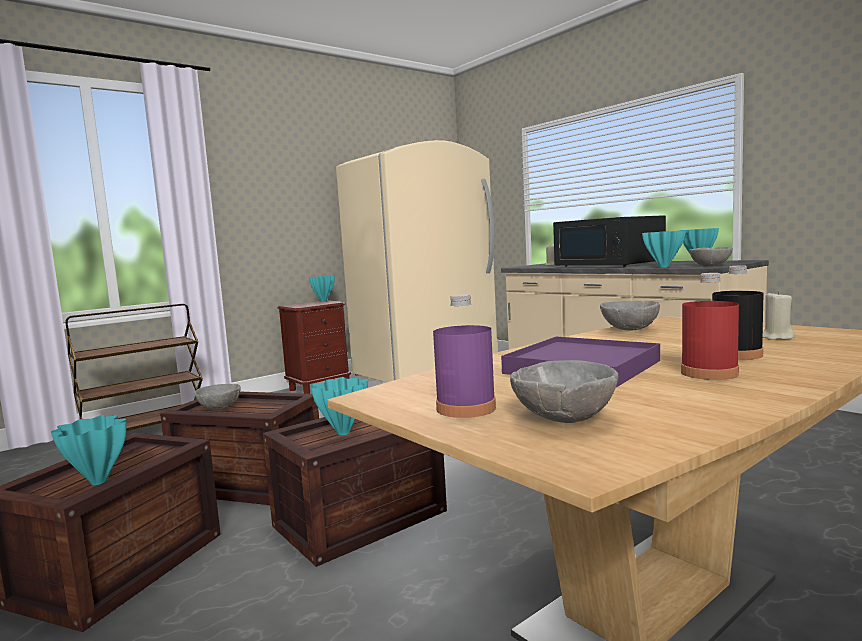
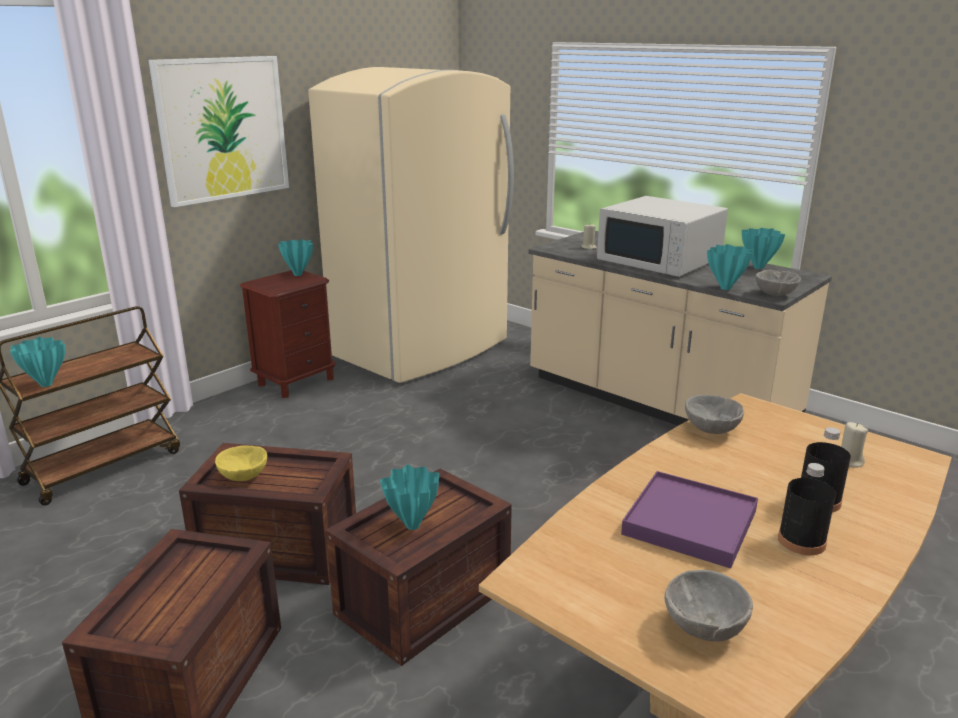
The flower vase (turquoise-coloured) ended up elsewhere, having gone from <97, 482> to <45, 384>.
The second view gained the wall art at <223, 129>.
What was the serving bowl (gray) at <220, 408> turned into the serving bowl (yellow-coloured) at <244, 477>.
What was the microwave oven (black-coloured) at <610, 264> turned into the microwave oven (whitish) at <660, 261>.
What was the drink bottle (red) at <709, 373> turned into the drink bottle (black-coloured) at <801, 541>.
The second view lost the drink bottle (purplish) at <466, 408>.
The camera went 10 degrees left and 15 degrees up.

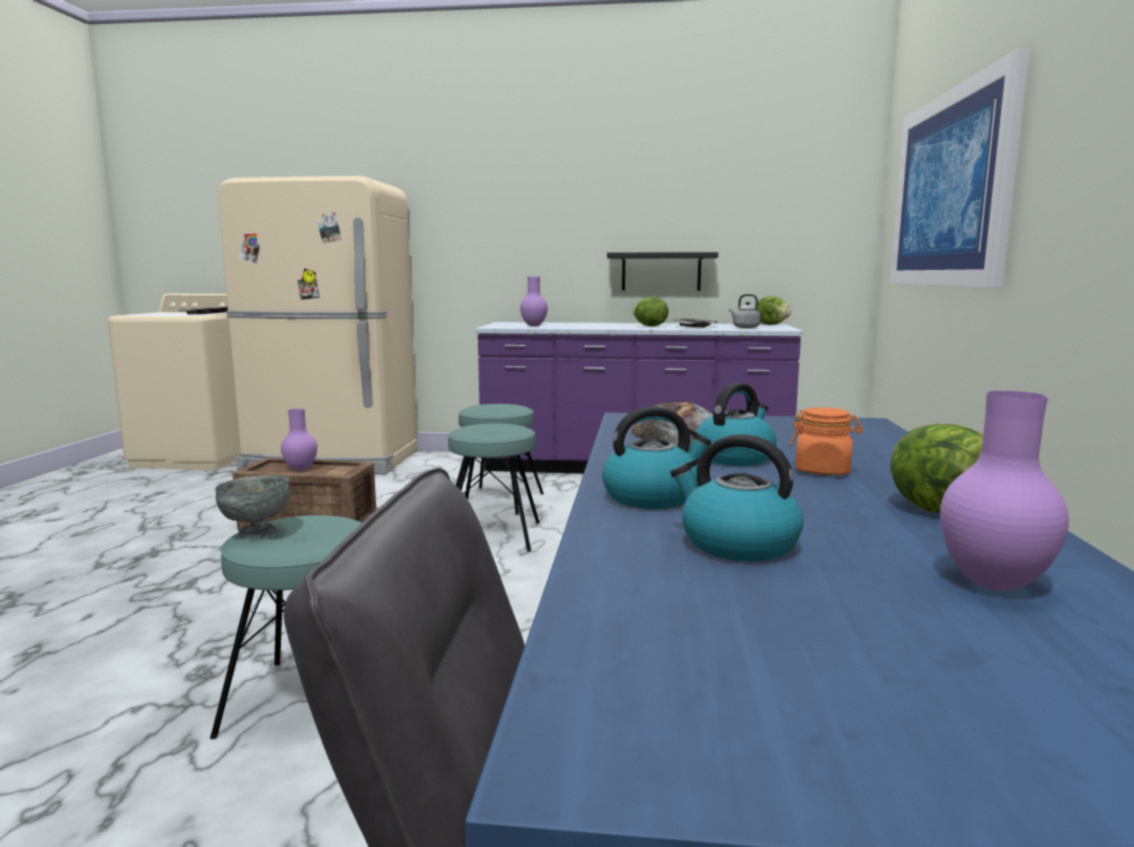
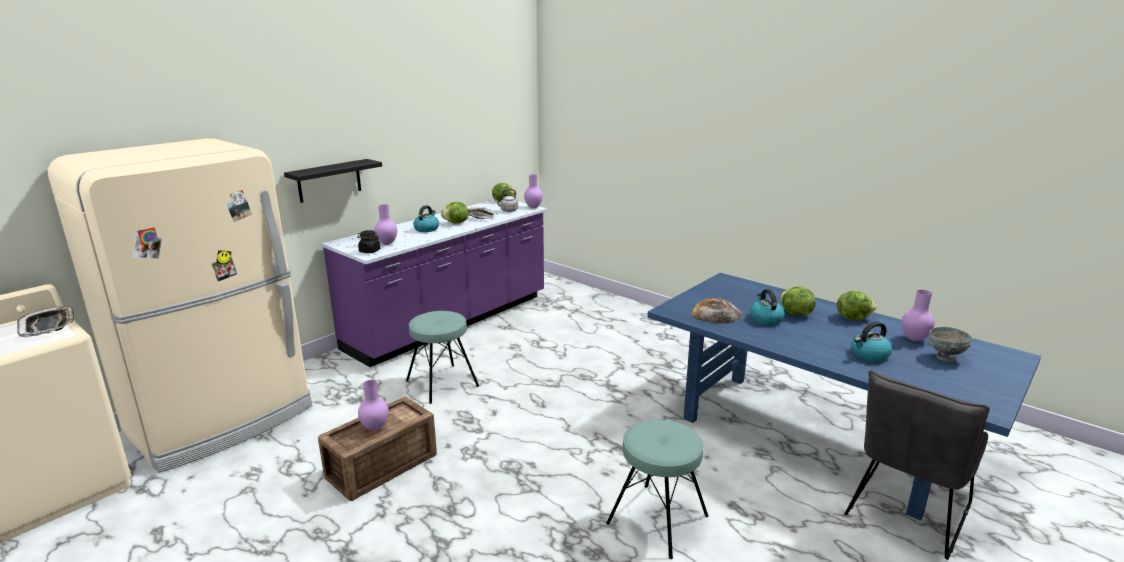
The shelf (black-coloured) ended up elsewhere, having gone from <661, 271> to <329, 180>.
The second view gained the jar (black-coloured) at <369, 251>.
The kettle ended up elsewhere, having gone from <652, 497> to <426, 229>.
The second view gained the flower vase (purplish) at <533, 207>.
Where the jar (orange-coloured) stood at <823, 470>, the head of lettuce came to stand at <795, 314>.
The serving bowl (gray) ended up elsewhere, having gone from <256, 533> to <945, 358>.
The second view lost the stool seat (turquoise-coloured) at <494, 535>.
The second view lost the wall art at <951, 190>.
The camera went 55 degrees left and 10 degrees up.

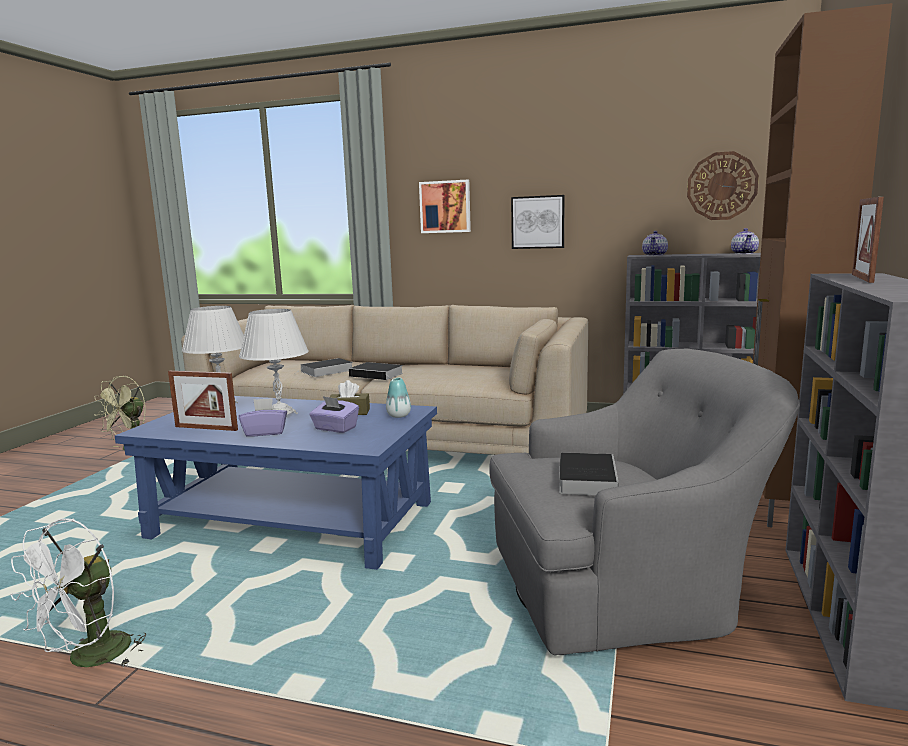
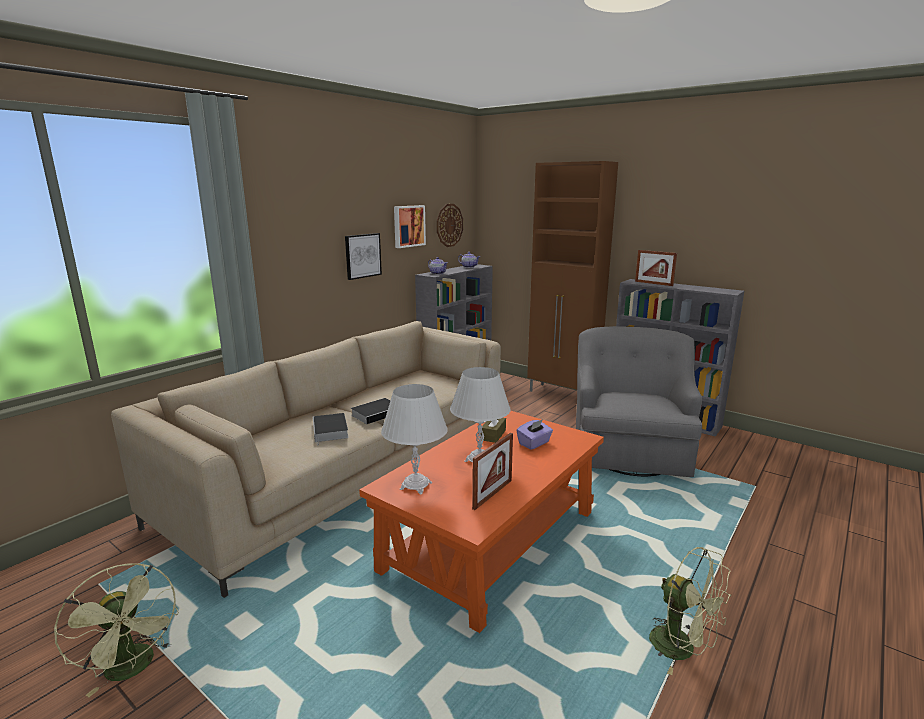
What was the low table (blue) at <294, 520> turned into the low table (orange-coloured) at <491, 540>.
The wall art ended up elsewhere, having gone from <445, 207> to <408, 226>.
What was the fan (whitish) at <90, 659> turned into the fan (green-coloured) at <682, 648>.
The second view lost the box of tissues (purplish) at <265, 432>.
The second view lost the flower vase at <398, 415>.
The second view lost the volume at <586, 478>.
The camera went 70 degrees left and 5 degrees up.

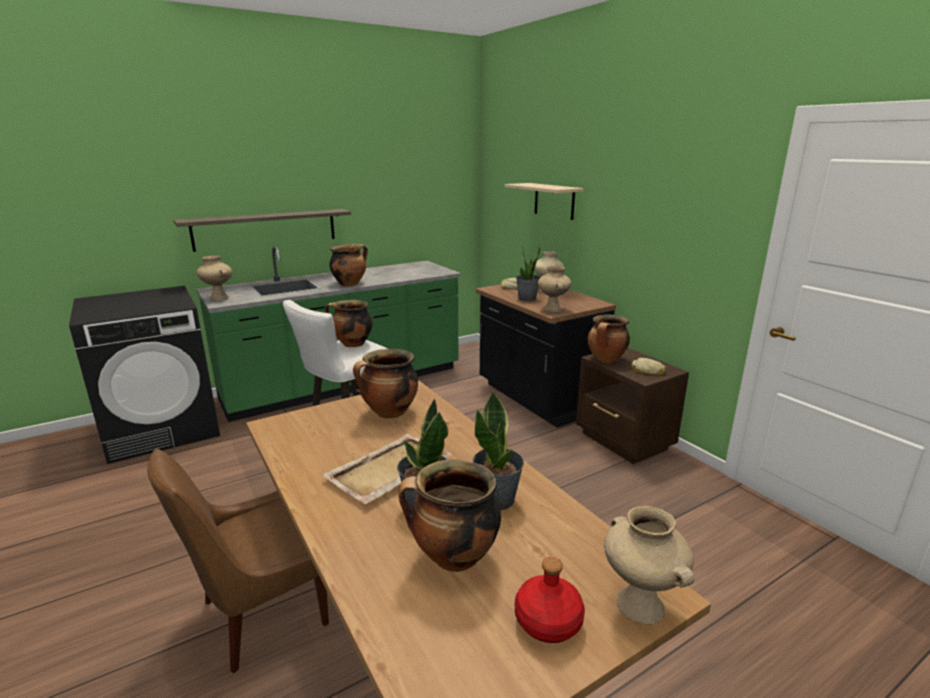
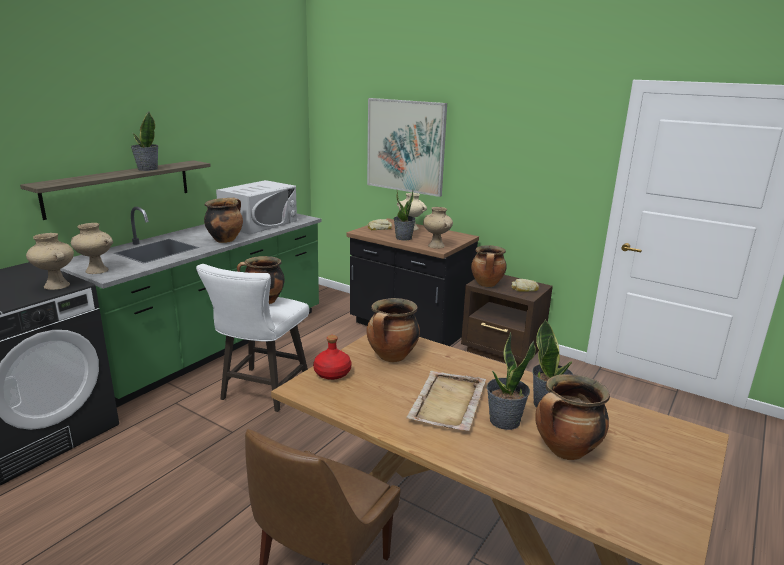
The flower vase (sand-coloured) ended up elsewhere, having gone from <638, 605> to <56, 285>.
The second view gained the plant in a pot at <147, 169>.
The second view gained the microwave oven (whitish) at <259, 223>.
The drink bottle (red) ended up elsewhere, having gone from <547, 621> to <332, 373>.
Where the shelf (sand-coloured) hung at <554, 201>, the wall art came to hang at <405, 146>.
The camera went 25 degrees left and 0 degrees up.

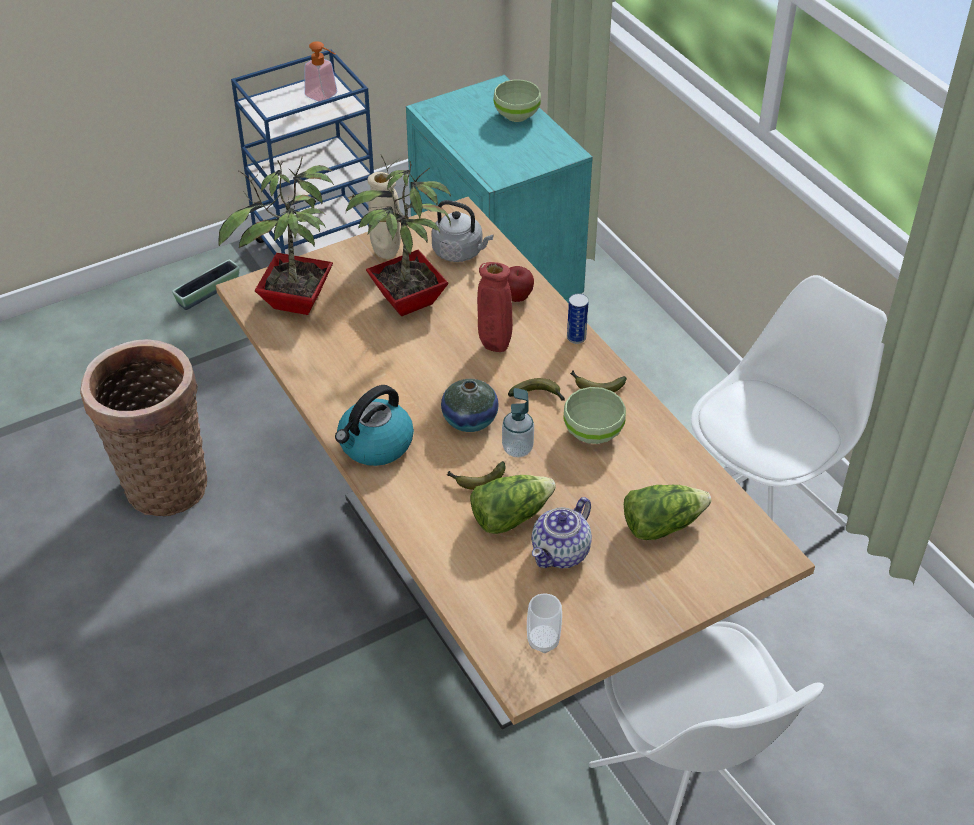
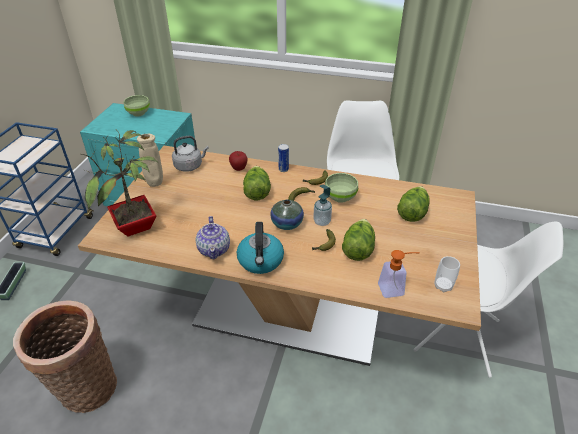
The teapot ended up elsewhere, having gone from <561, 552> to <214, 249>.
Where the flower vase (red) stood at <494, 347>, the head of lettuce came to stand at <256, 191>.
The soap bottle ended up elsewhere, having gone from <325, 97> to <395, 289>.
The second view lost the plant in a pot at <405, 302>.
The camera went 45 degrees left and 5 degrees down.

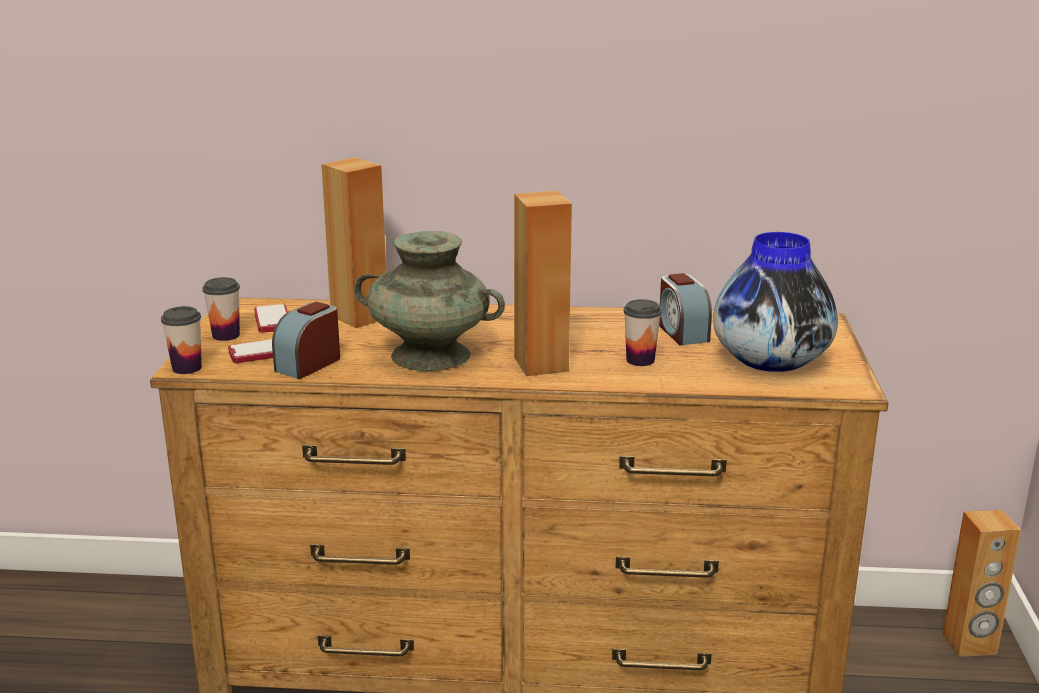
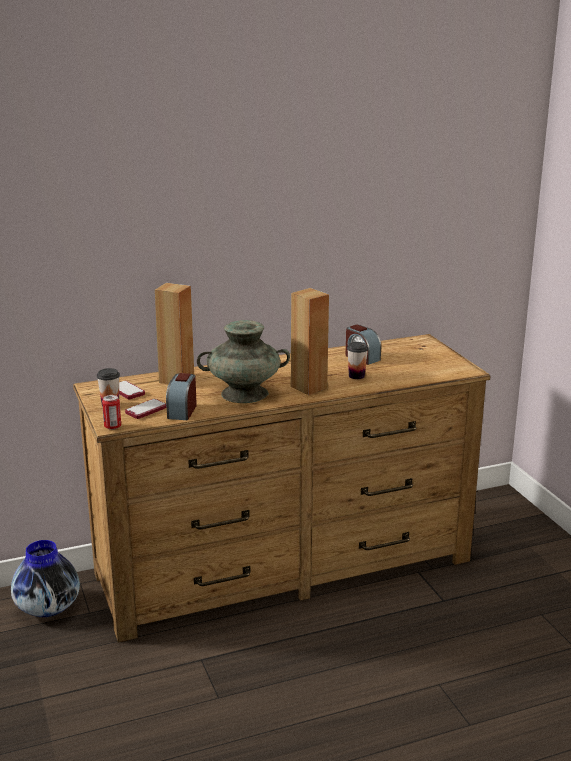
The flower vase ended up elsewhere, having gone from <770, 362> to <47, 608>.
Where the cup stood at <187, 368>, the can came to stand at <112, 427>.
The second view lost the audio speaker (brown-coloured) at <969, 644>.
The camera went 25 degrees left and 0 degrees up.

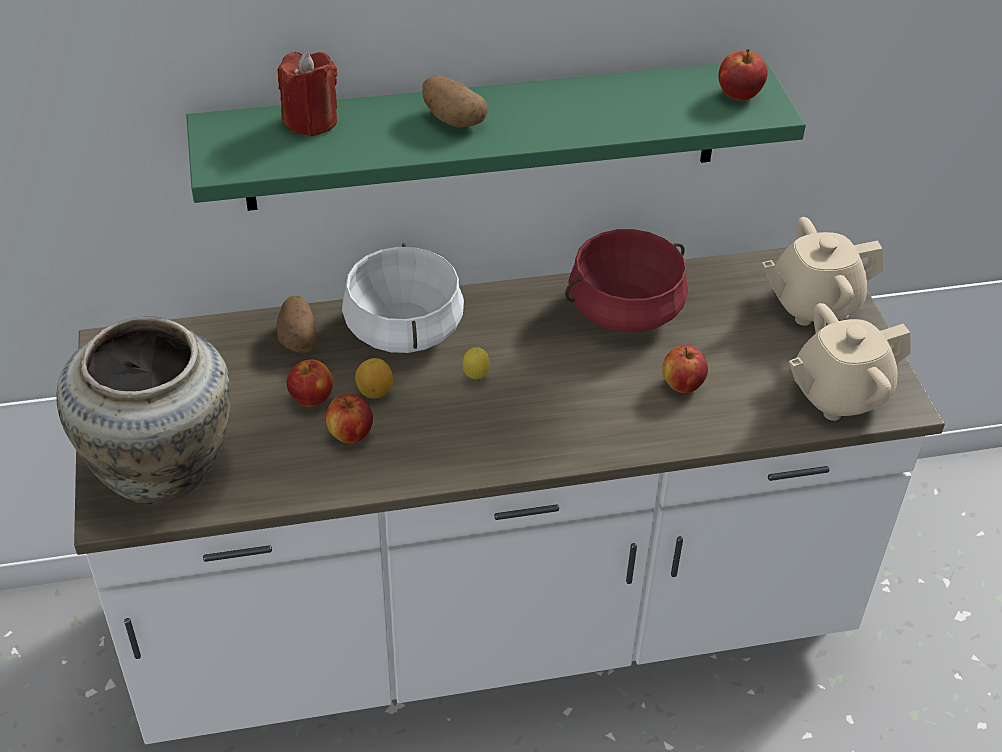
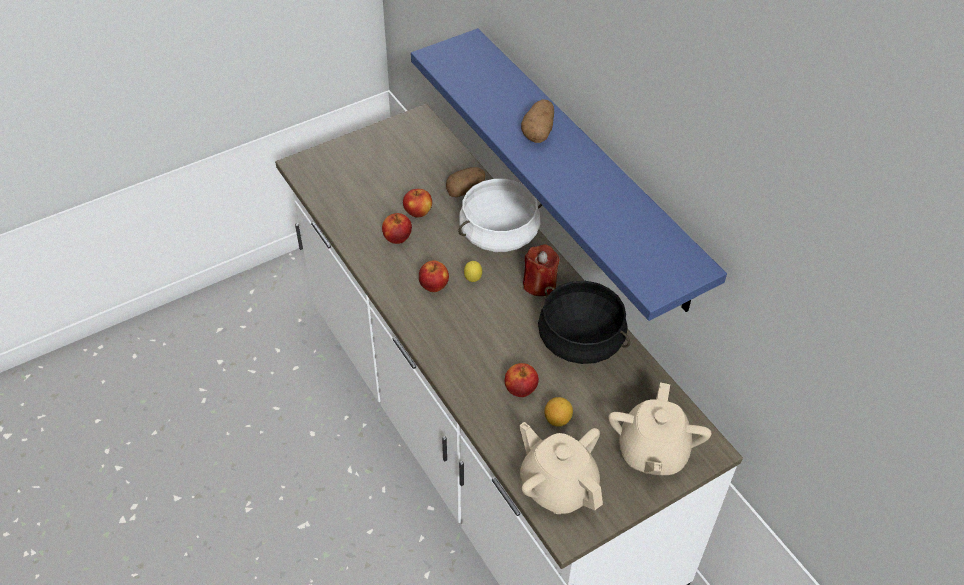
What was the shelf (green-coloured) at <484, 135> turned into the shelf (blue) at <585, 169>.
The whole apple ended up elsewhere, having gone from <739, 94> to <434, 286>.
The wax candle (red) ended up elsewhere, having gone from <311, 121> to <539, 284>.
What was the cooking pot (red) at <625, 308> turned into the cooking pot (black-coloured) at <581, 339>.
The whole lemon ended up elsewhere, having gone from <374, 392> to <557, 419>.
The teapot (sand-coloured) at <813, 304> ended up facing another way, 135 degrees counterclockwise from before.
The second view lost the flower vase (sand-coloured) at <164, 467>.
The camera went 70 degrees right and 5 degrees up.

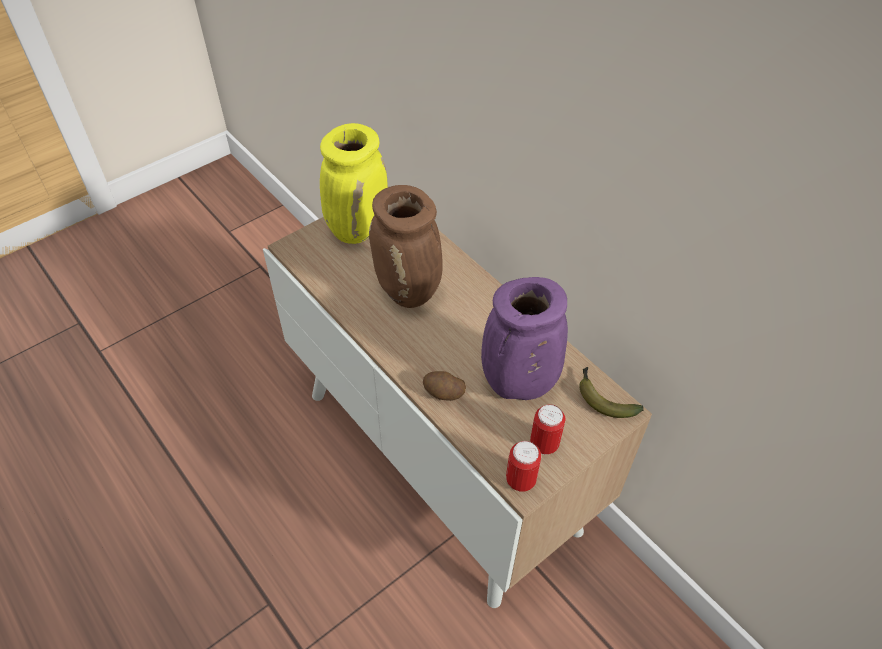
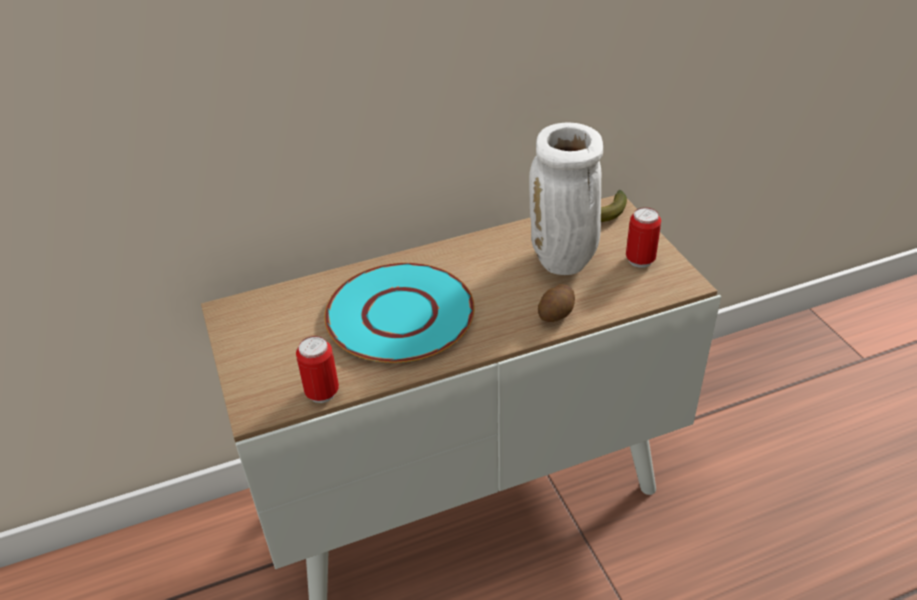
The can ended up elsewhere, having gone from <520, 480> to <322, 393>.
Where the flower vase (brown-coloured) stood at <409, 293>, the dinner plate (turquoise-coloured) came to stand at <400, 314>.
What was the flower vase (purplish) at <517, 385> turned into the flower vase (whitish) at <564, 261>.
The second view lost the flower vase (yellow-coloured) at <357, 228>.
The camera went 70 degrees left and 10 degrees down.

